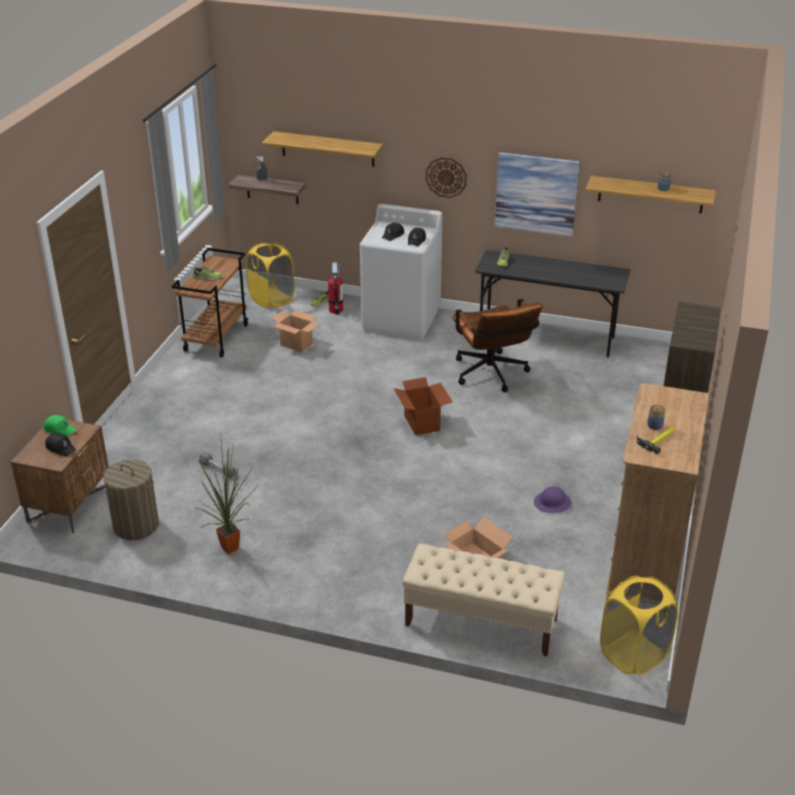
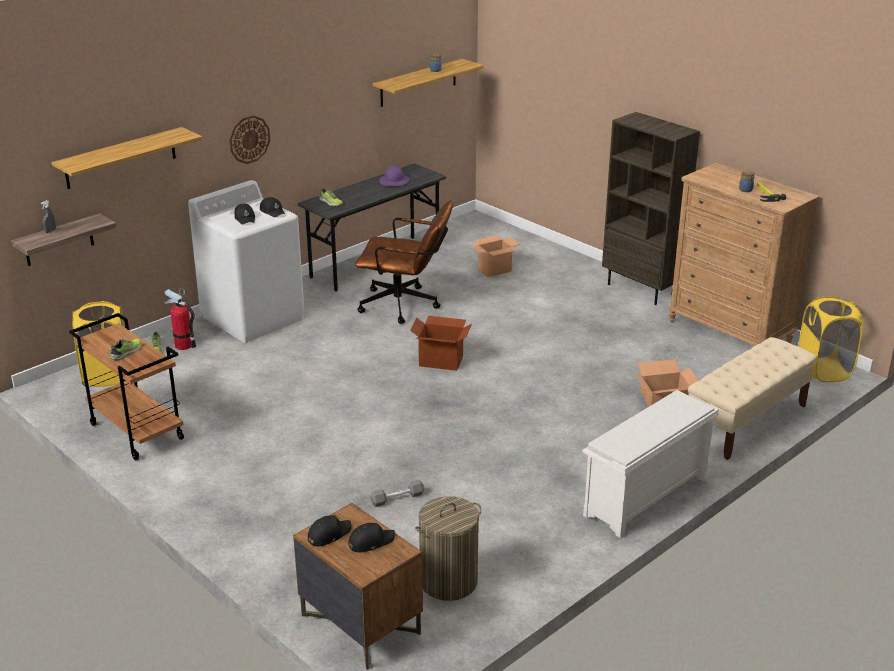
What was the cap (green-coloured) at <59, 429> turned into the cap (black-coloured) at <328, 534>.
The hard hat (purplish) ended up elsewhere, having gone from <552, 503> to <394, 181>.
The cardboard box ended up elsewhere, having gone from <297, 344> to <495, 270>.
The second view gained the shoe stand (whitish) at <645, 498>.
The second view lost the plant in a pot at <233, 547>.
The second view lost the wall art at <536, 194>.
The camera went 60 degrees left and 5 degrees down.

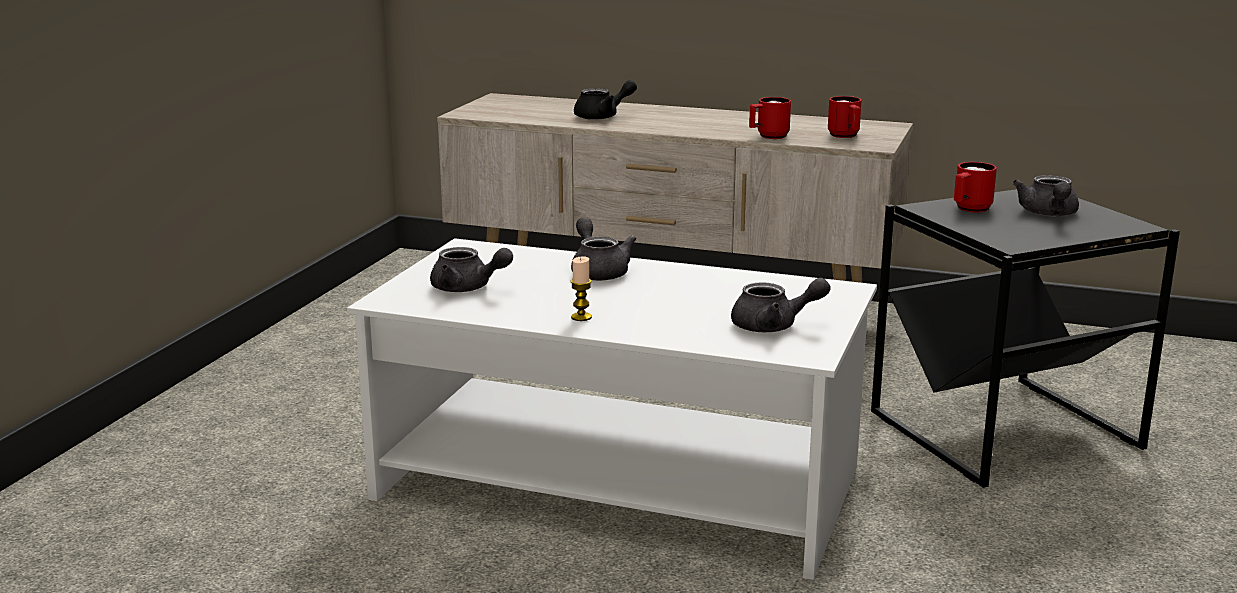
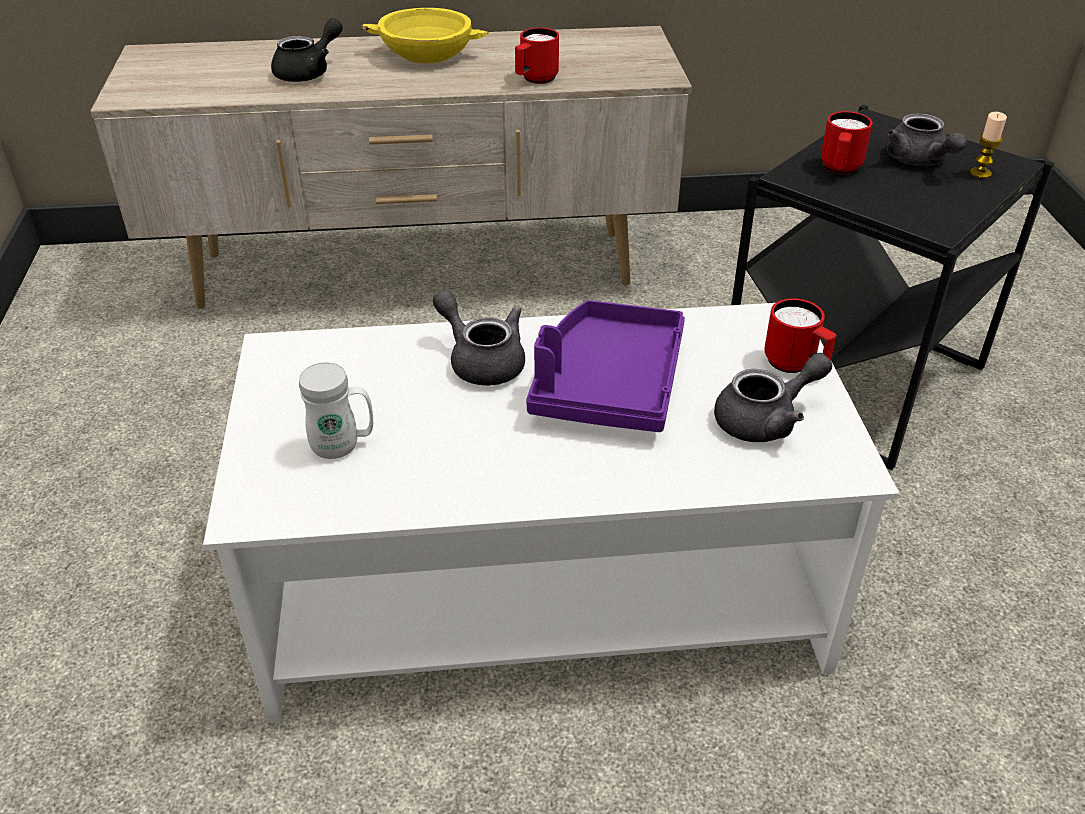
Where the teapot (gray) stood at <467, 288>, the tea mug (whitish) came to stand at <343, 447>.
The second view gained the serving bowl (yellow-coloured) at <427, 54>.
The second view gained the serving tray (purplish) at <607, 384>.
The tea mug (red) ended up elsewhere, having gone from <845, 136> to <795, 365>.
The wax candle ended up elsewhere, having gone from <581, 317> to <980, 173>.
The camera went 25 degrees left and 20 degrees up.

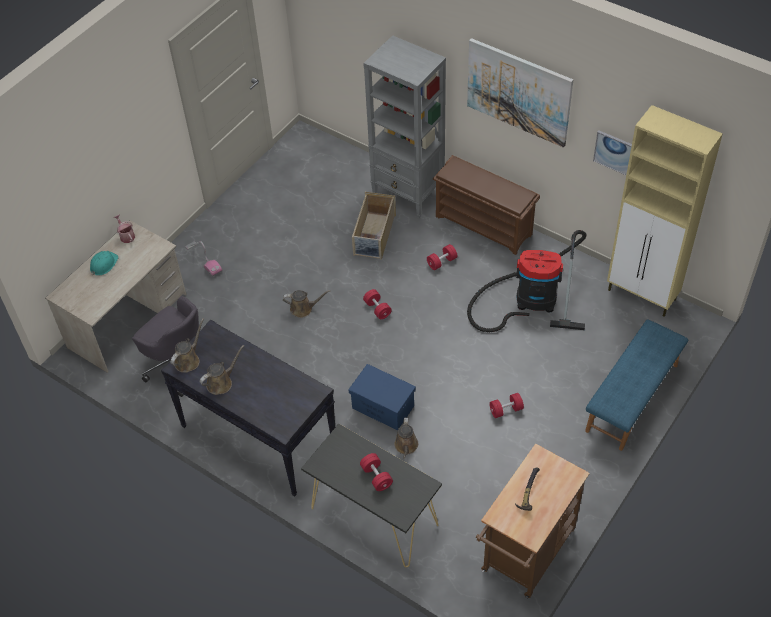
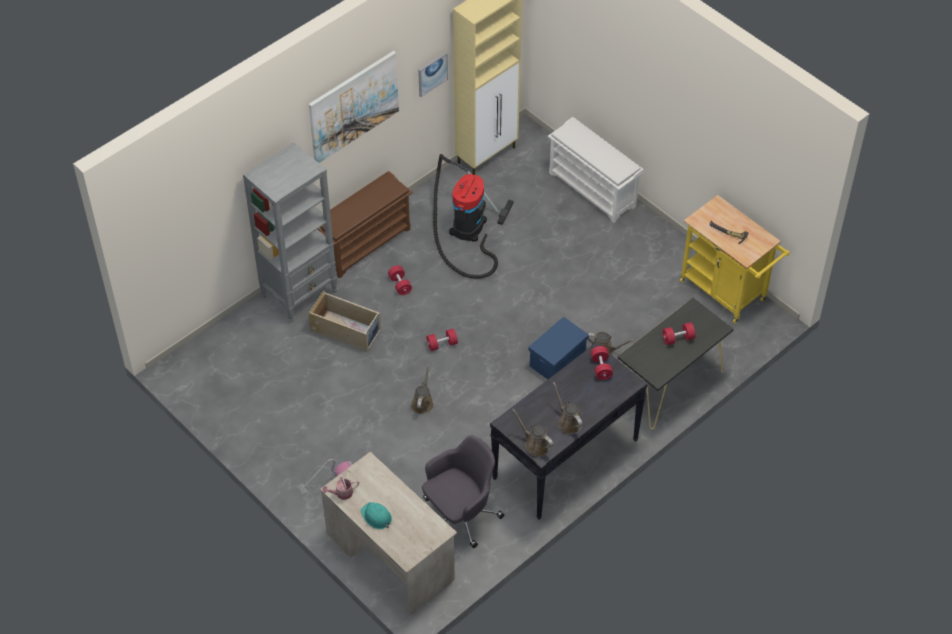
Where the indoor bench (blue) stood at <632, 398>, the shoe stand (whitish) came to stand at <593, 190>.
The hand weight (red) ended up elsewhere, having gone from <506, 410> to <601, 368>.
What was the wheeled cart (brown-coloured) at <525, 556> turned into the wheeled cart (yellow-coloured) at <727, 293>.
The camera went 80 degrees left and 0 degrees up.

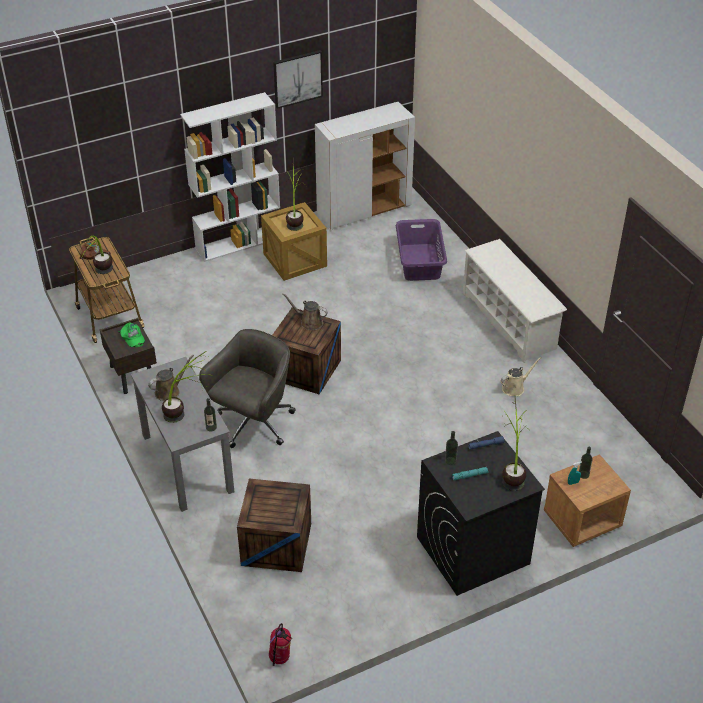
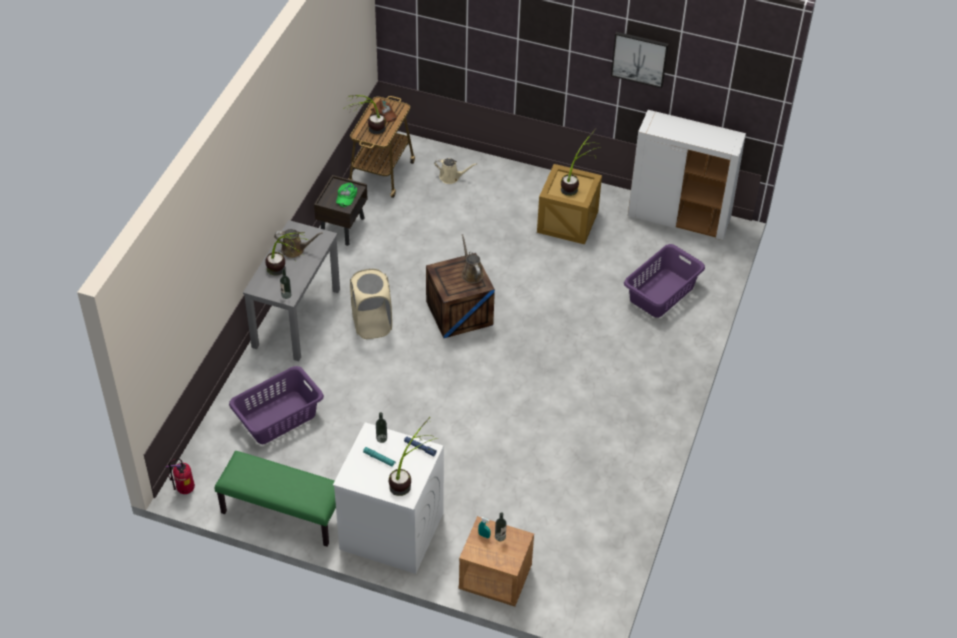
The second view gained the indoor bench (green-coloured) at <282, 513>.
Where the crate stood at <276, 544>, the laundry basket (purplish) came to stand at <278, 417>.
What was the laundry appliance (black-coloured) at <472, 551> turned into the laundry appliance (whitish) at <391, 531>.
Where the desk chair (gray) stood at <253, 424>, the laundry basket (sand-coloured) came to stand at <372, 324>.
The watering can (sand-coloured) ended up elsewhere, having gone from <515, 387> to <451, 177>.
The second view lost the shelving unit (whitish) at <239, 243>.
The second view lost the shoe stand (whitish) at <509, 321>.
The camera went 45 degrees right and 5 degrees up.

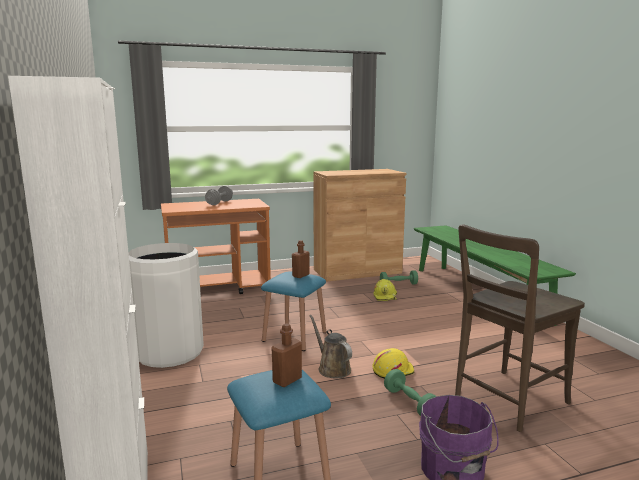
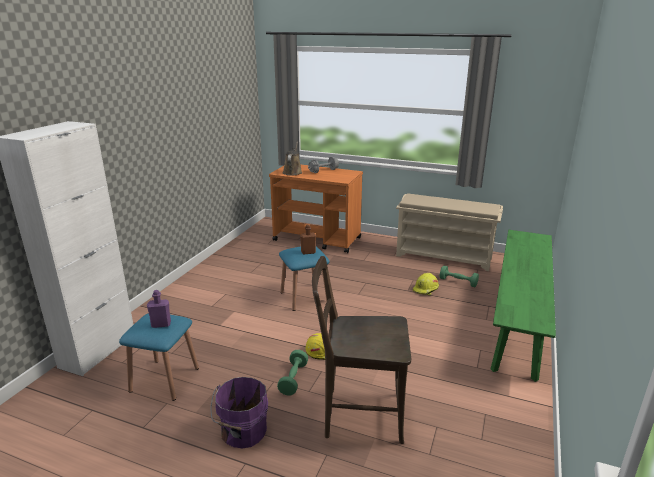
What was the drink bottle (brown-coloured) at <287, 380> turned into the drink bottle (purplish) at <161, 324>.
The watering can (brown-coloured) ended up elsewhere, having gone from <332, 368> to <292, 172>.
Where the cupboard (brown-coloured) stood at <357, 271>, the shoe stand (sand-coloured) came to stand at <444, 256>.
The second view lost the waste bin (whitish) at <169, 352>.
The camera went 40 degrees right and 10 degrees up.

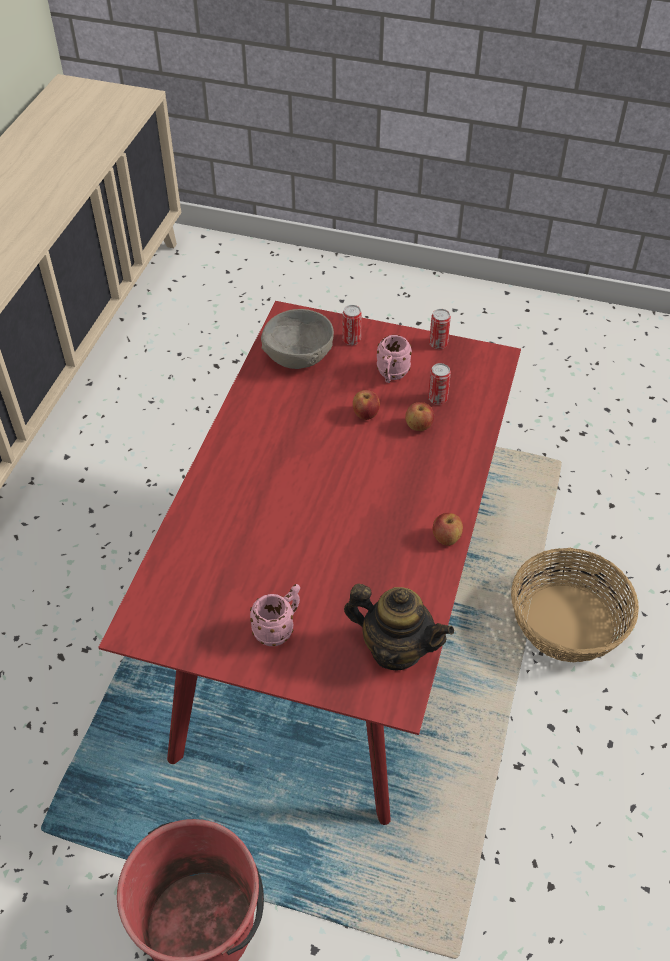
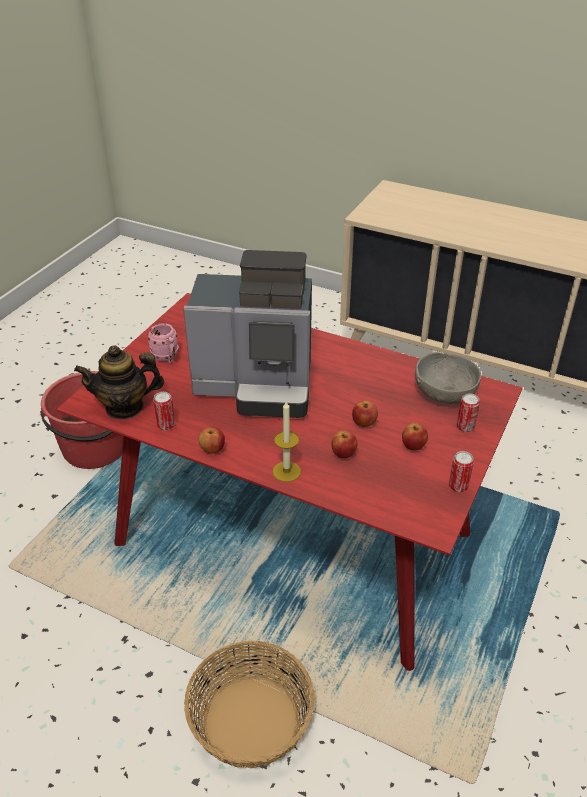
The teapot at <395, 648> ended up facing another way, 45 degrees clockwise from before.
The can ended up elsewhere, having gone from <437, 399> to <166, 425>.
The second view gained the coffee maker at <258, 386>.
The second view gained the wax candle at <286, 471>.
Where the tea mug (pink-coloured) stood at <391, 375>, the whole apple came to stand at <413, 446>.
The camera went 100 degrees right and 10 degrees down.

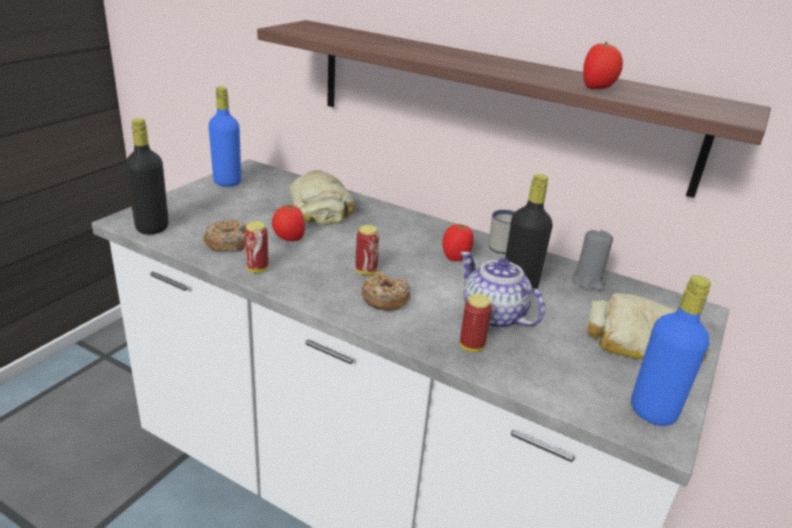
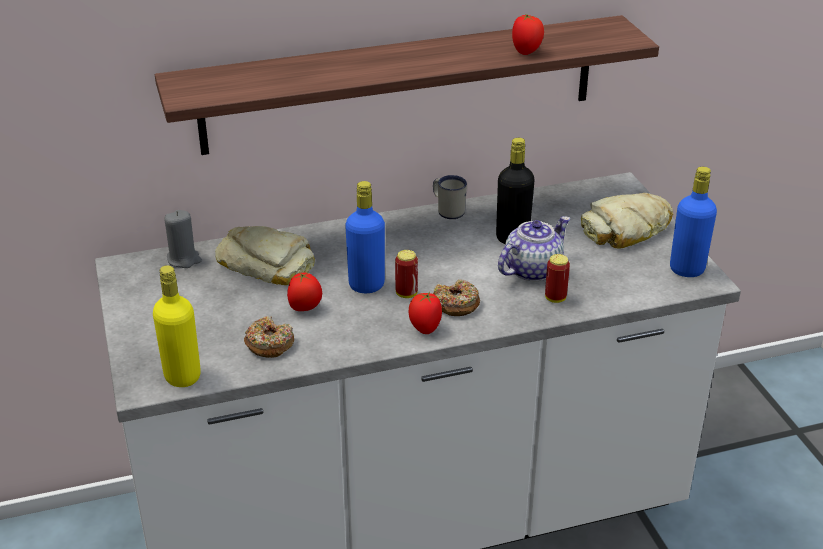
What was the drink bottle (black-coloured) at <152, 228> turned into the drink bottle (yellow-coloured) at <182, 376>.
The wax candle (gray) ended up elsewhere, having gone from <588, 281> to <184, 259>.
The drink bottle (blue) ended up elsewhere, having gone from <227, 182> to <366, 285>.
The tomato ended up elsewhere, having gone from <456, 258> to <425, 328>.
The teapot at <492, 316> ended up facing another way, 135 degrees clockwise from before.
The second view lost the can at <257, 268>.
The camera went 45 degrees left and 5 degrees up.

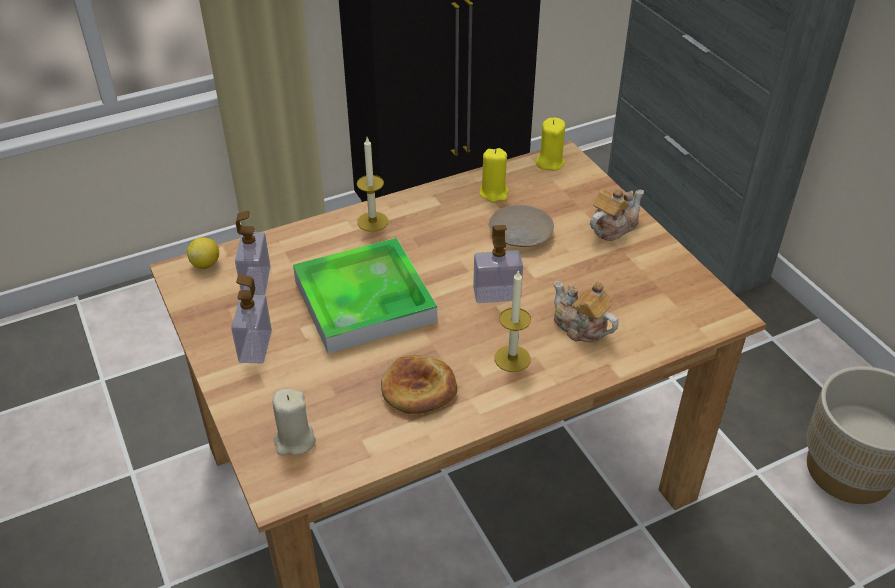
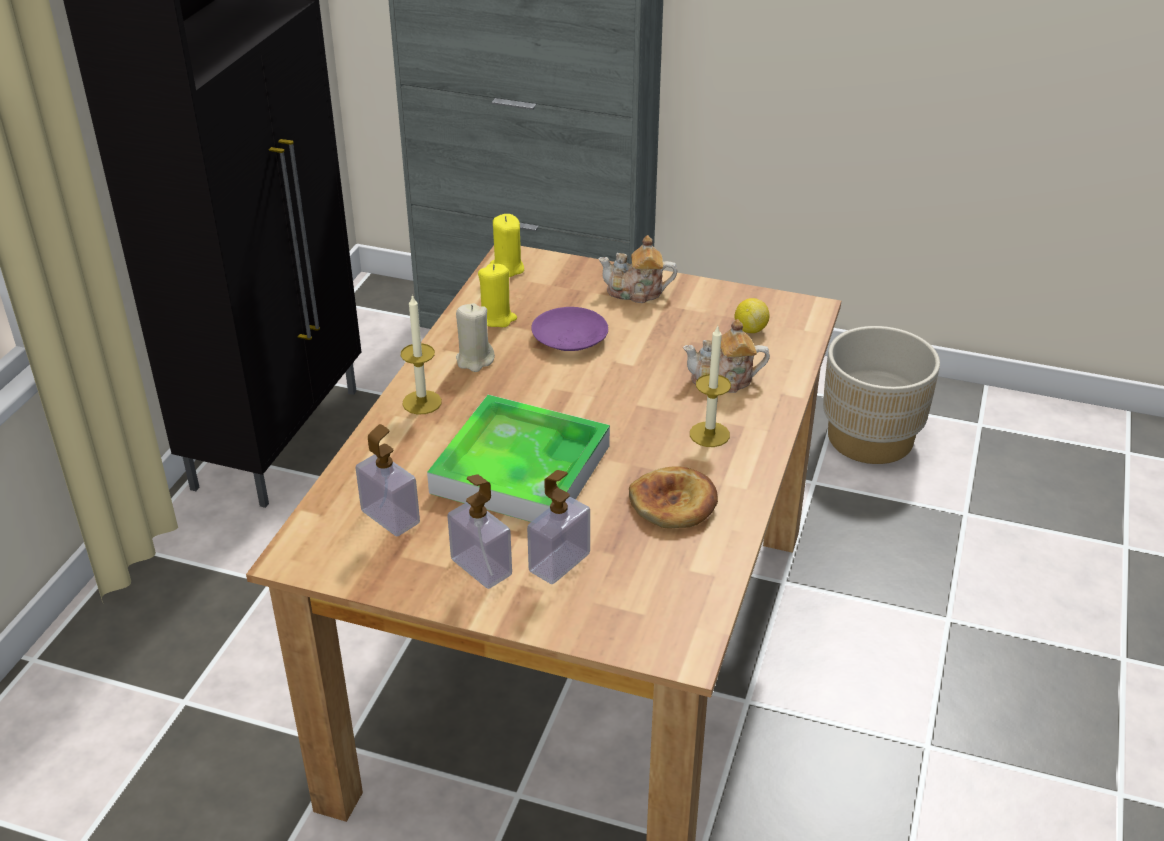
The wax candle (sand-coloured) ended up elsewhere, having gone from <294, 441> to <475, 360>.
The soap bottle ended up elsewhere, having gone from <496, 294> to <559, 562>.
What was the dinner plate (sand-coloured) at <520, 233> turned into the dinner plate (purplish) at <570, 338>.
The teapot at <613, 227> ended up facing another way, 90 degrees counterclockwise from before.
The whole lemon ended up elsewhere, having gone from <206, 264> to <750, 329>.
The camera went 45 degrees left and 5 degrees down.

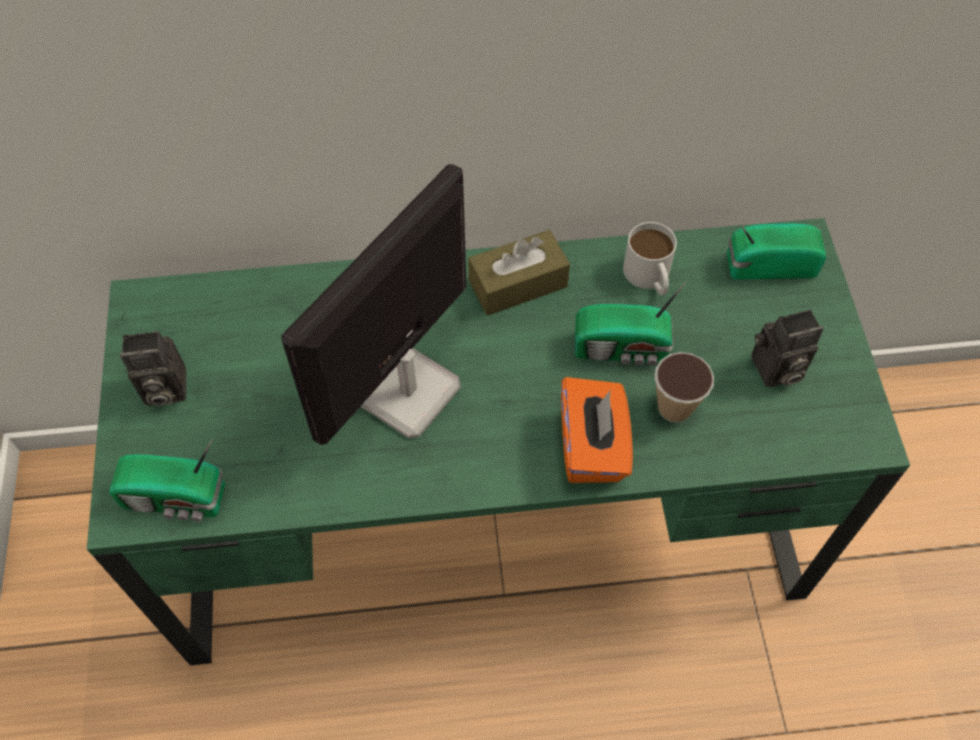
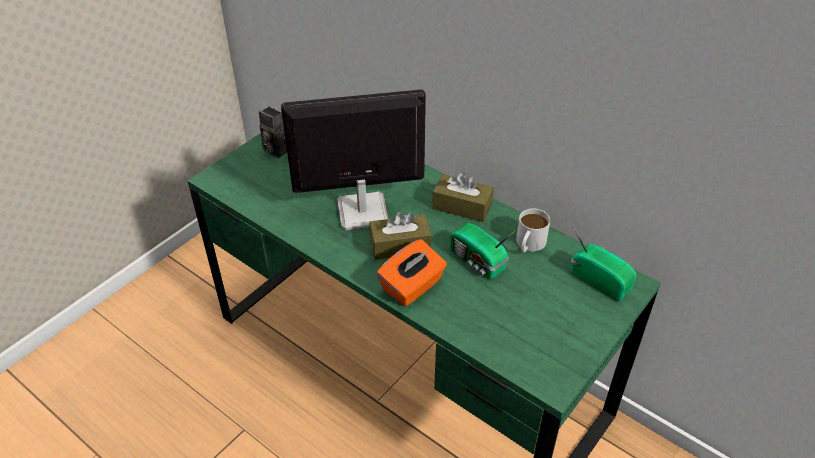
The second view gained the box of tissues (brown-coloured) at <400, 245>.
The second view lost the radio at <177, 499>.
The second view lost the cup at <674, 408>.
The second view lost the photo camera at <775, 370>.
The camera went 45 degrees right and 15 degrees down.

